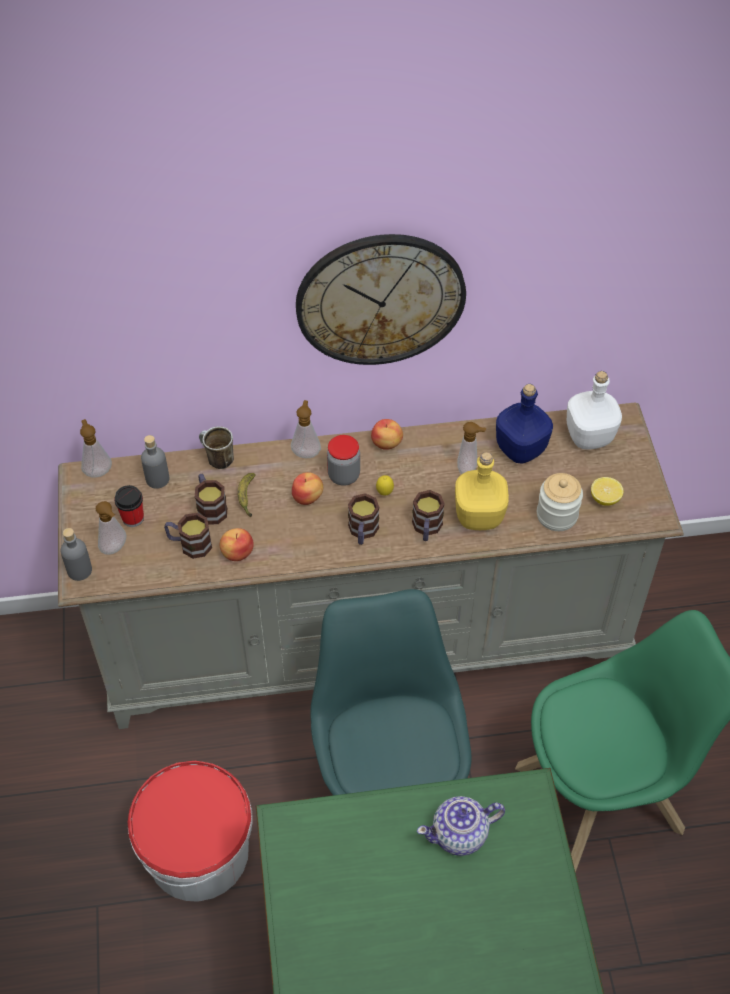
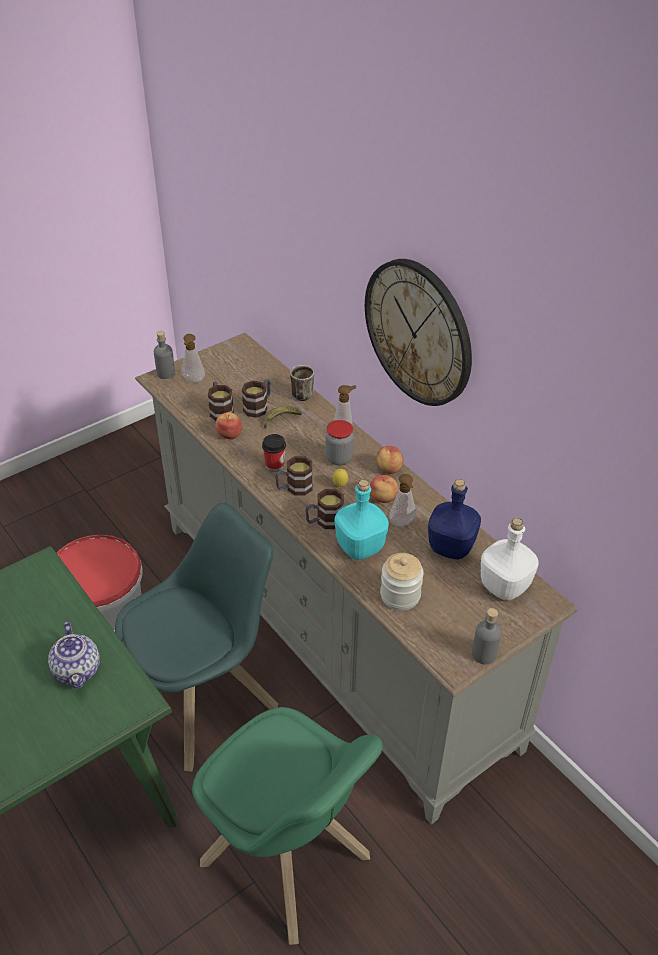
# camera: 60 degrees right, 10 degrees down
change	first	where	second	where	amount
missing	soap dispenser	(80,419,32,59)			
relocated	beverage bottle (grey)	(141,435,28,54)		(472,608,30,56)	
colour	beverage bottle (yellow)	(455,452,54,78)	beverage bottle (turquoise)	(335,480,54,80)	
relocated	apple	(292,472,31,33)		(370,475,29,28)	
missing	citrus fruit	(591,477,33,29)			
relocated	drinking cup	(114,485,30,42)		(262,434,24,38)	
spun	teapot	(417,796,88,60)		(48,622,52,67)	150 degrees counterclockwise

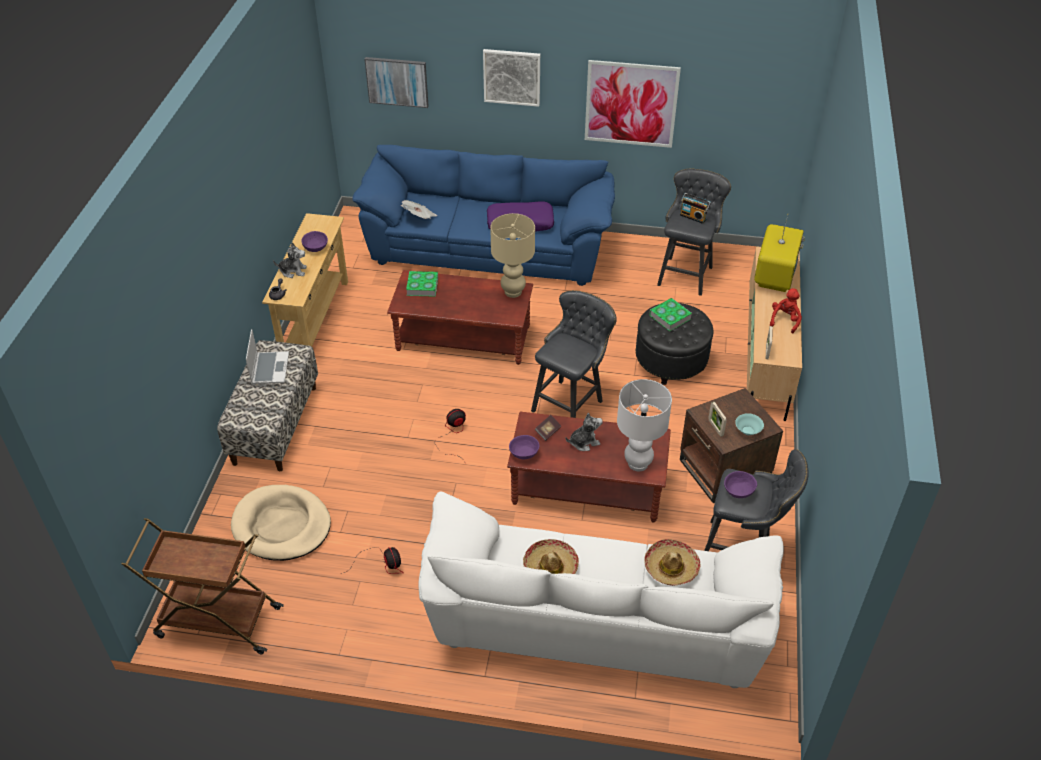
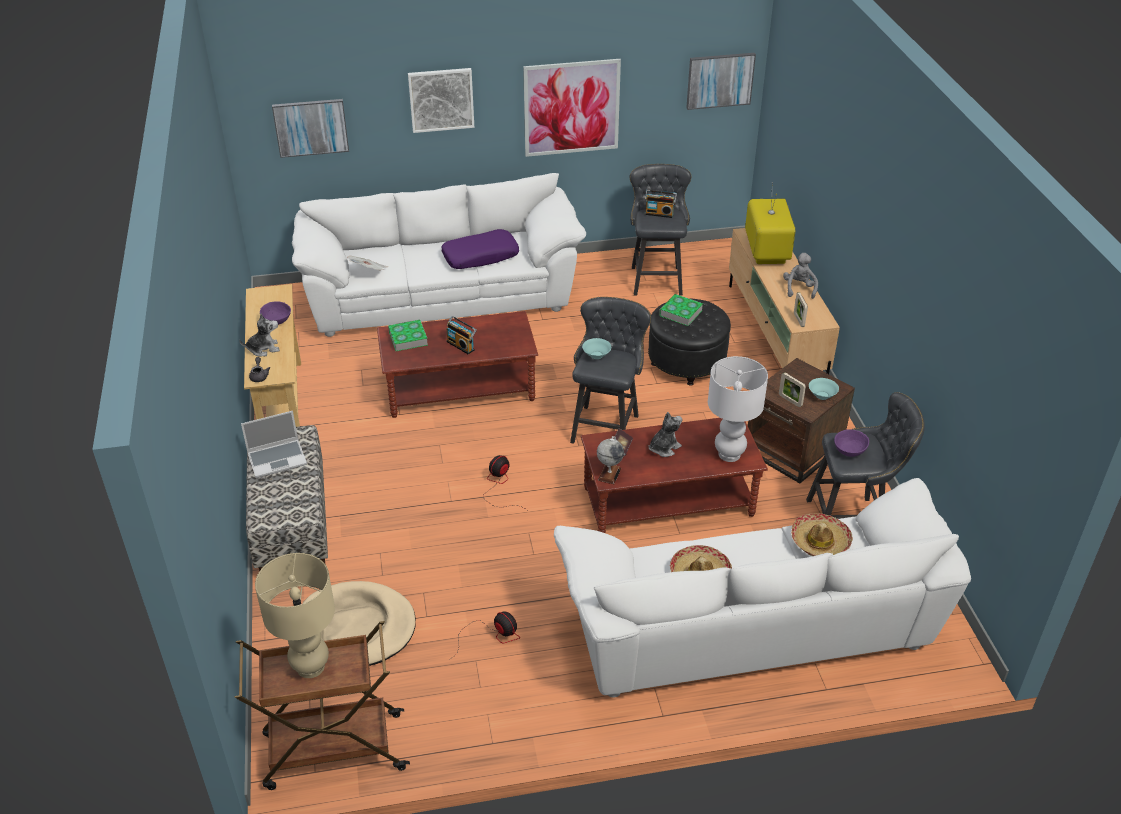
# camera: 20 degrees left, 5 degrees down
change	first	where	second	where	amount
colour	settee (blue)	(352,145,263,141)	settee (white-coloured)	(292,173,294,164)	
relocated	tabletop lamp (beige)	(490,213,45,85)		(255,553,80,125)	
colour	soft toy (red)	(770,288,32,45)	soft toy (grey)	(783,253,35,46)	
spun	laptop	(246,329,43,55)		(241,411,66,67)	90 degrees clockwise
exchanged	bowl (purplish)	(509,435,30,24)	world globe	(597,436,27,48)	
appeared			picture	(686,53,70,57)	
appeared			radio	(446,316,31,38)	
appeared			bowl (turquoise)	(582,338,29,21)	

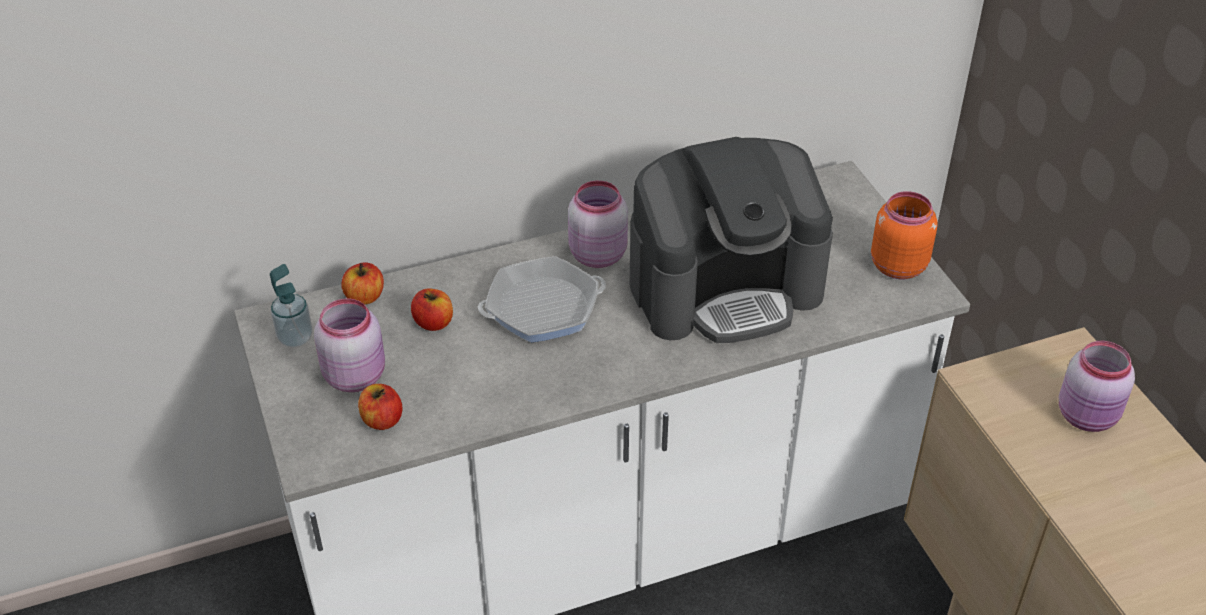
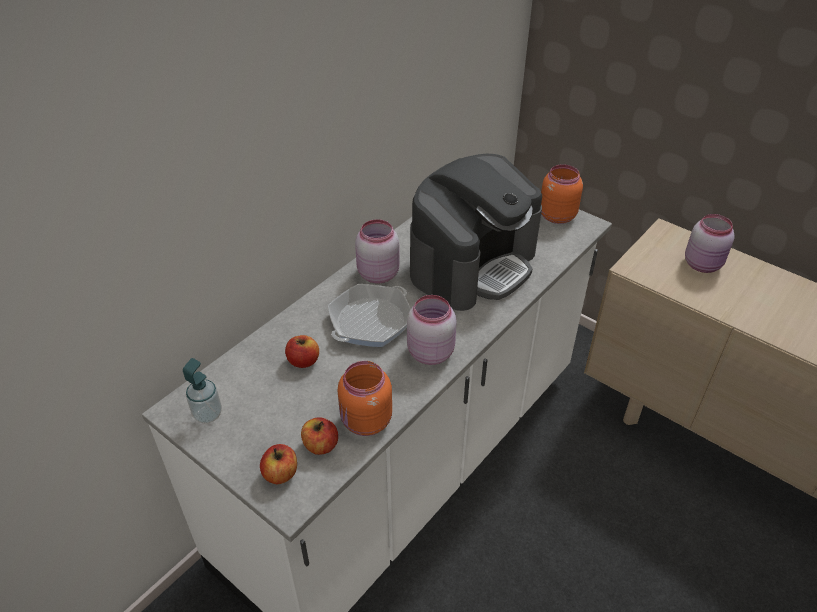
# camera: 30 degrees left, 0 degrees up
change	first	where	second	where	amount
relocated	apple	(342,262,42,43)		(260,444,37,40)	
relocated	storage jar (pink-coloured)	(314,298,71,94)		(407,295,50,70)	
appeared			storage jar (orange)	(338,361,54,75)	

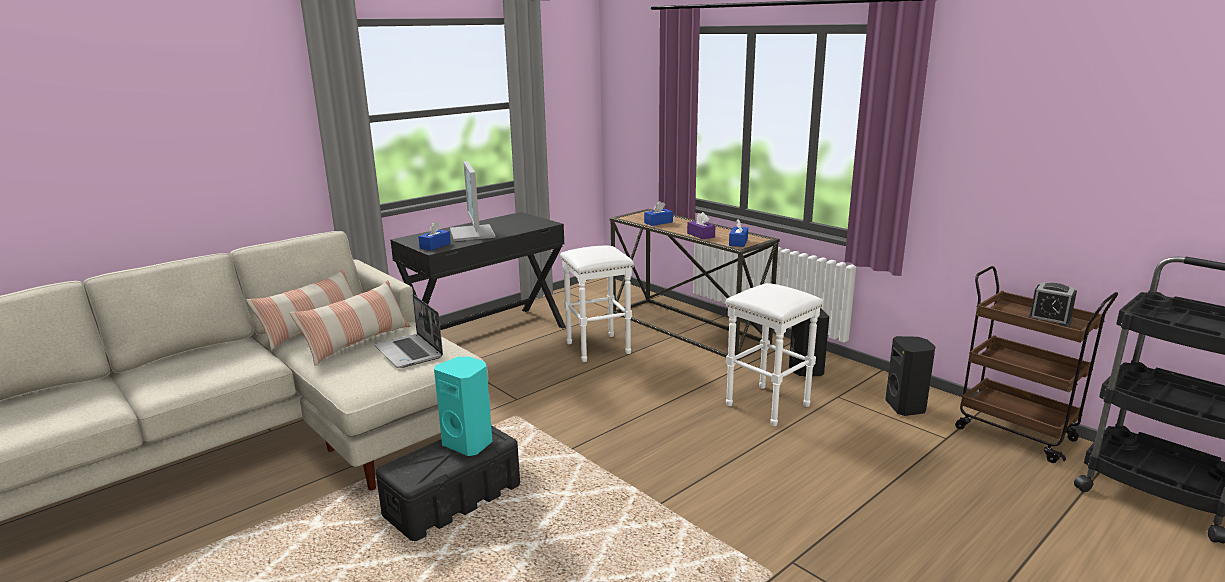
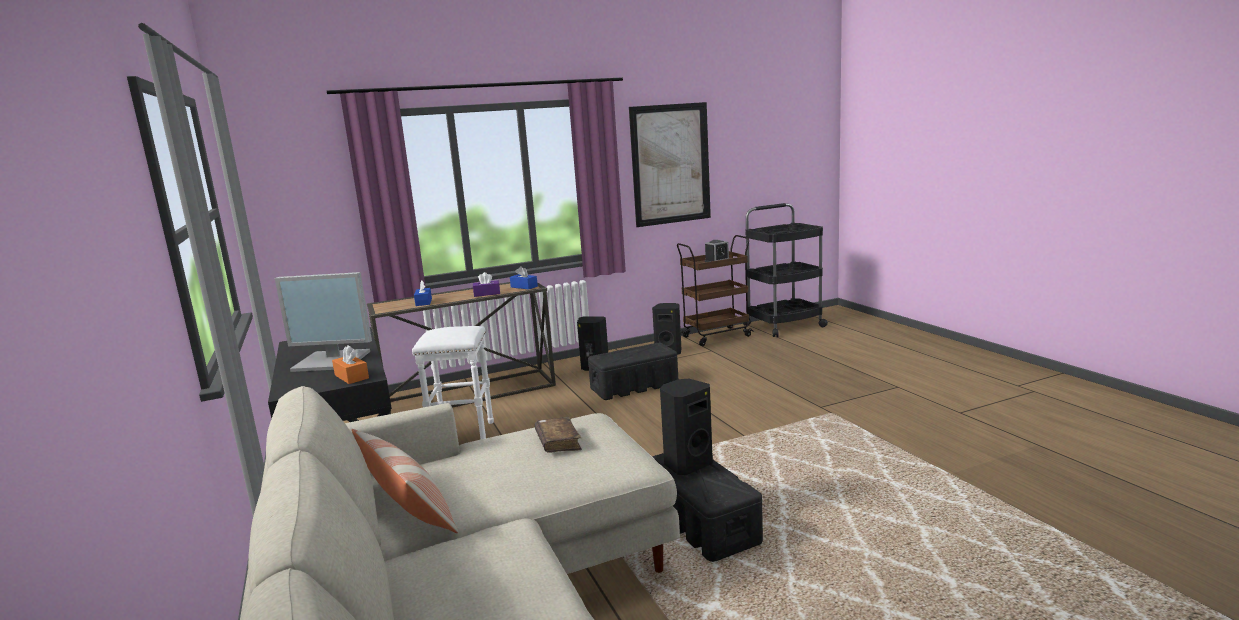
# camera: 70 degrees left, 5 degrees down
change	first	where	second	where	amount
colour	tissue holder (blue)	(418,222,33,28)	tissue holder (orange)	(332,345,37,39)	
missing	cushion	(289,280,122,86)			
exchanged	stool (white-coloured)	(726,283,97,143)	storage box (black)	(588,343,90,57)	
exchanged	laptop	(374,294,69,74)	bound book (brown)	(535,417,47,36)	
colour	audio speaker (turquoise)	(434,357,59,99)	audio speaker (black)	(660,379,53,96)	
appeared			picture	(629,102,82,125)	

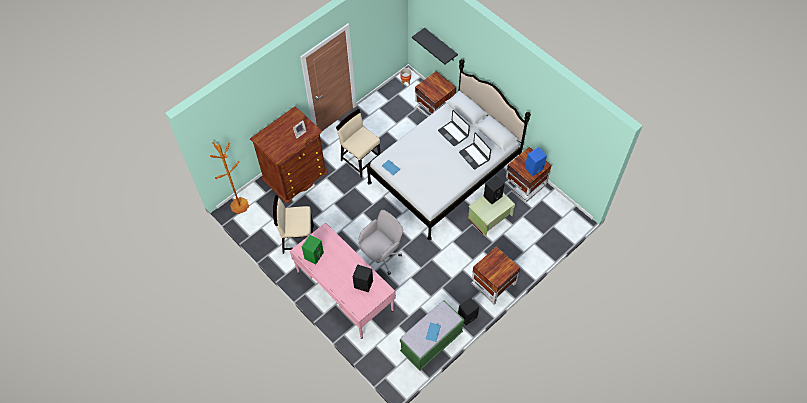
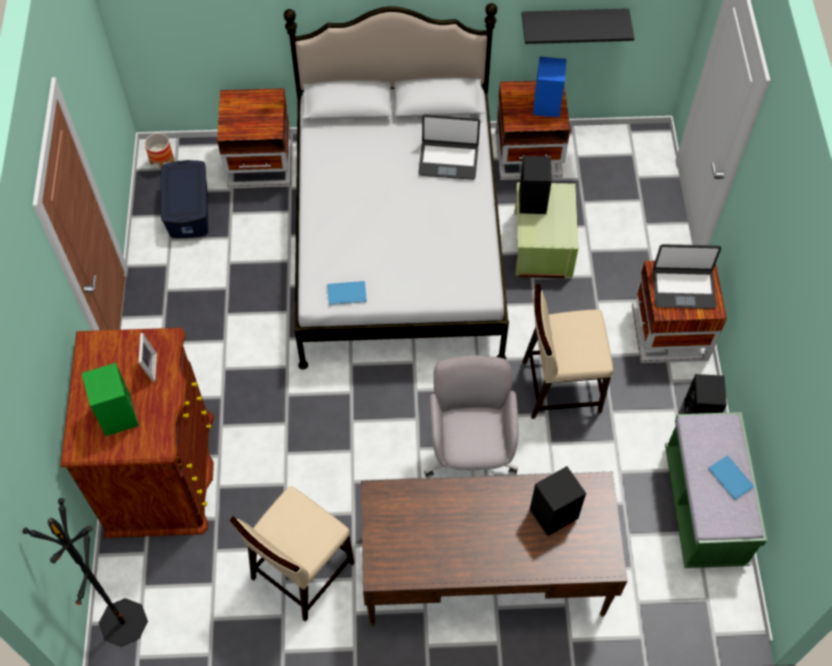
# camera: 50 degrees left, 0 degrees up
change	first	where	second	where	amount
relocated	shelf (black)	(412,28,46,36)		(522,8,112,36)	
relocated	plain chair (beige)	(336,109,45,69)		(523,284,91,135)	
relocated	laptop	(438,110,32,36)		(653,244,68,65)	
colour	garment stand (orange)	(210,142,39,72)	garment stand (black)	(23,498,125,149)	
colour	desk unit (pink-coloured)	(290,222,106,117)	desk unit (brown)	(361,472,266,154)	
relocated	audio speaker (greenish)	(302,235,22,30)		(82,363,57,73)	
appeared			storage box (blue)	(160,160,48,78)	

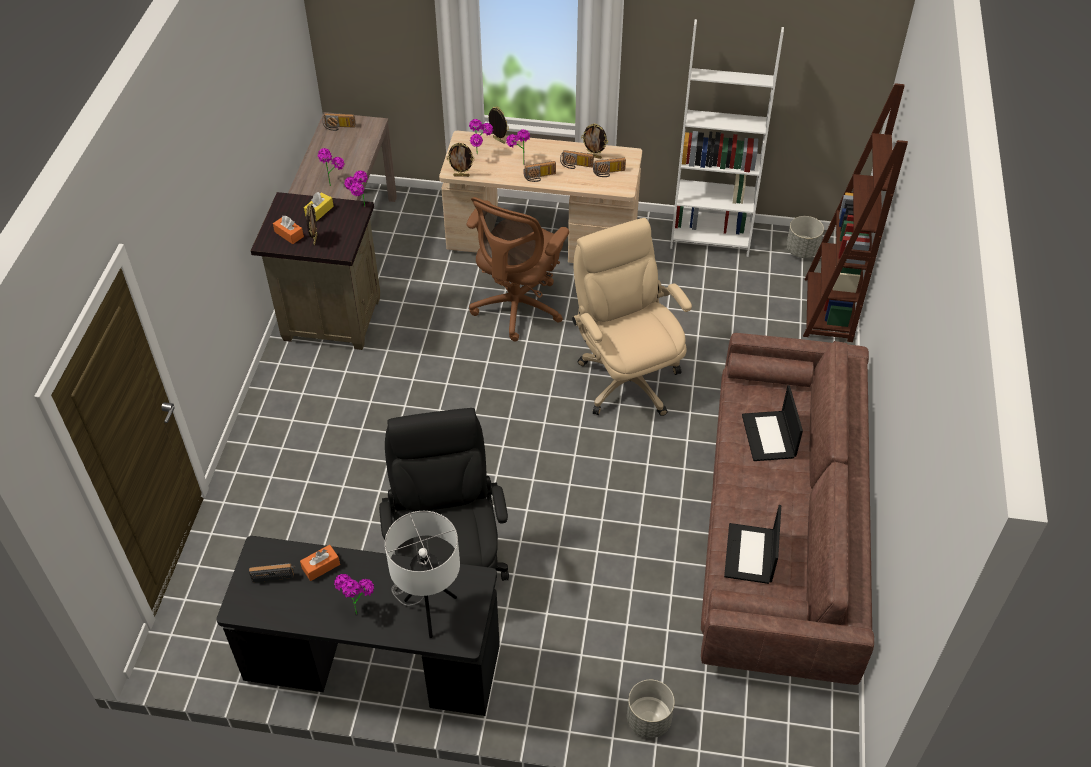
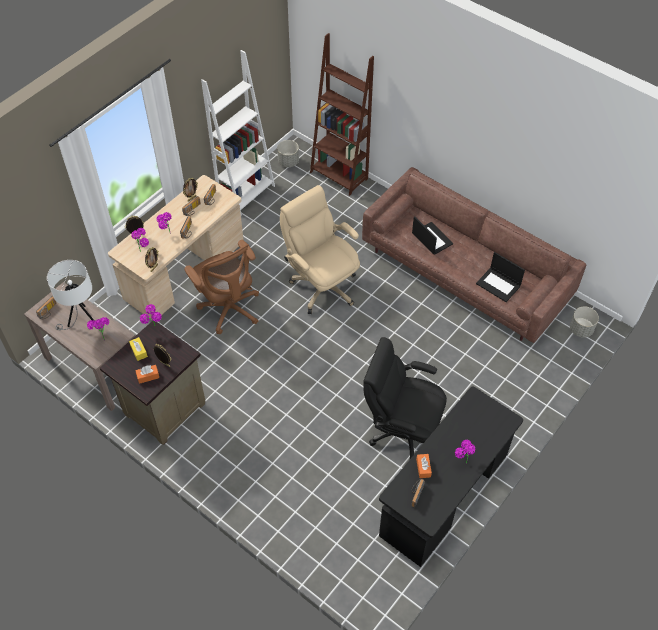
# camera: 60 degrees left, 5 degrees up
change	first	where	second	where	amount
spun	office chair (beige)	(572,218,120,198)		(280,185,80,129)	45 degrees clockwise
spun	laptop	(742,385,61,76)		(412,216,41,39)	150 degrees counterclockwise
relocated	tabletop lamp (white-coloured)	(385,511,75,127)		(47,260,47,70)	
relocated	planter (grey)	(627,680,48,58)		(570,306,29,32)	

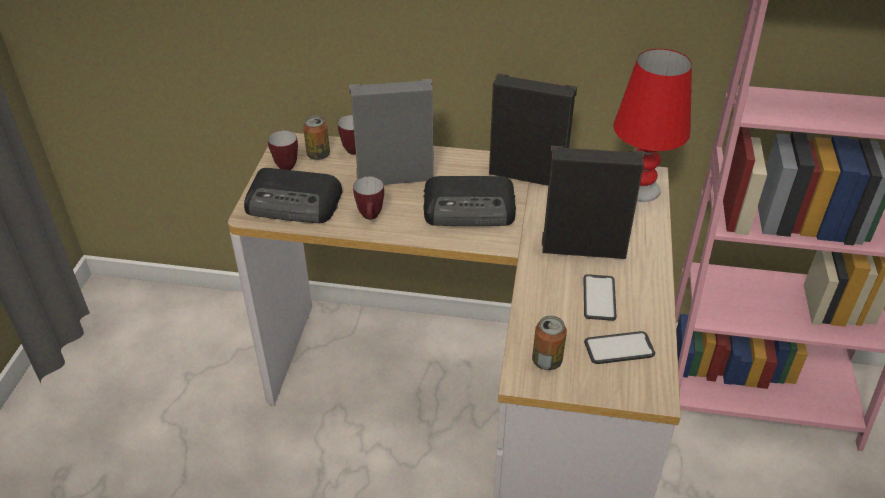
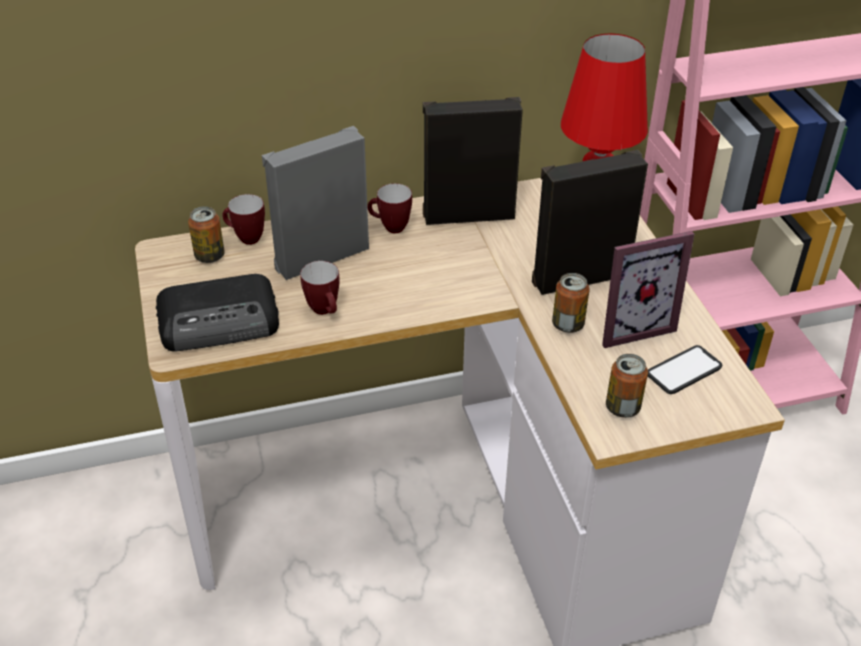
# camera: 25 degrees left, 0 degrees up
change	first	where	second	where	amount
relocated	tea mug	(268,130,30,40)		(368,183,44,50)	
missing	radio	(424,176,92,50)			
exchanged	handset	(584,274,32,47)	picture frame	(602,231,92,117)	
appeared			metal can	(552,273,38,60)	

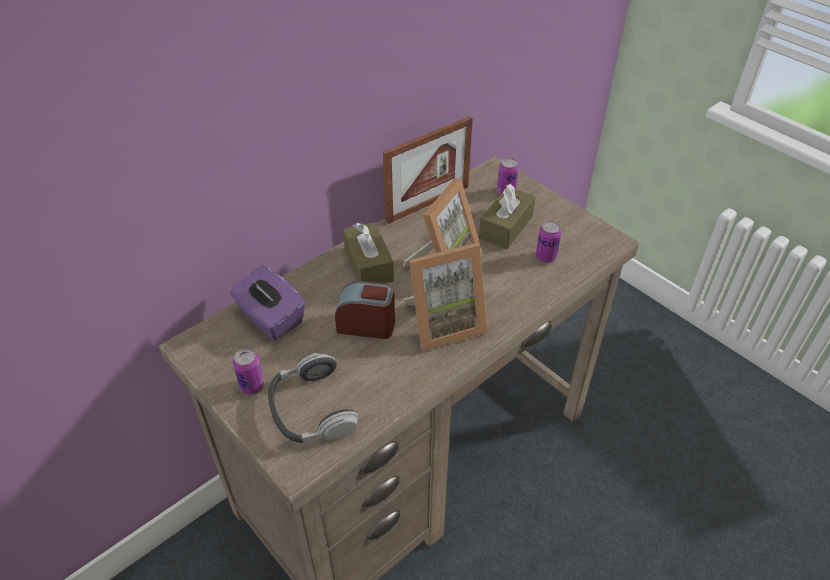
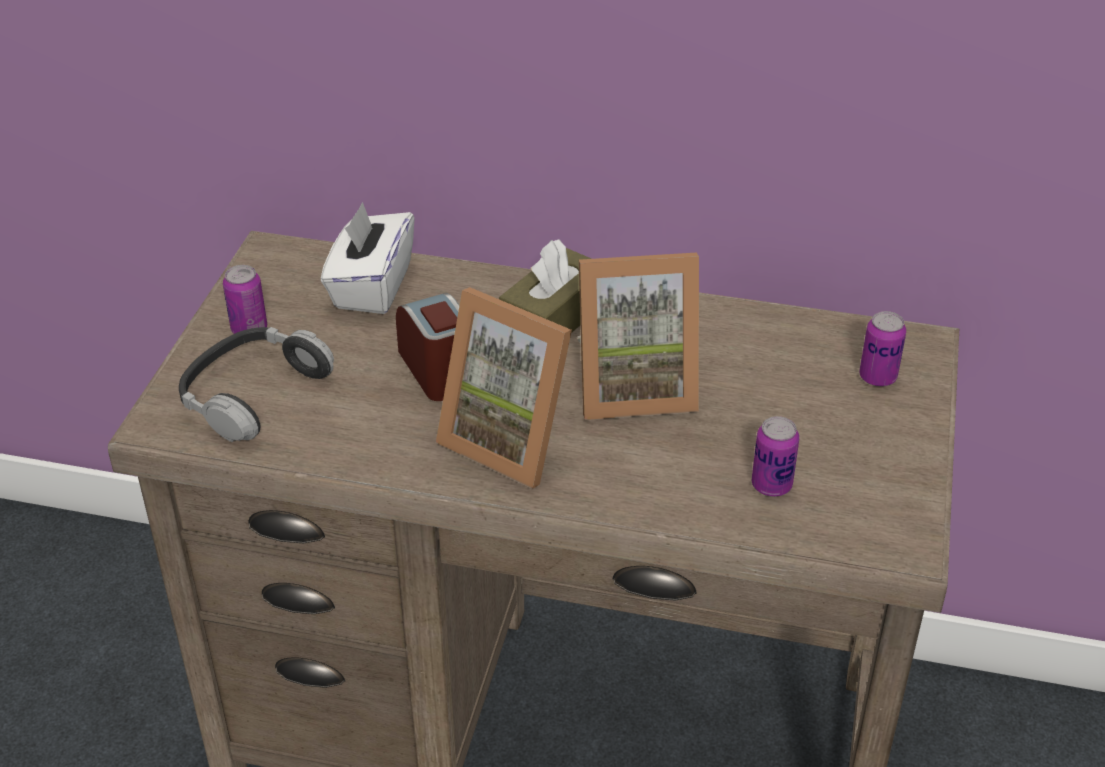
# camera: 55 degrees right, 5 degrees down
change	first	where	second	where	amount
missing	picture frame	(383,116,90,108)			
missing	tissue holder (brown)	(479,184,57,65)			
colour	tissue holder (purplish)	(230,265,75,75)	tissue holder (white-coloured)	(321,202,94,112)	

